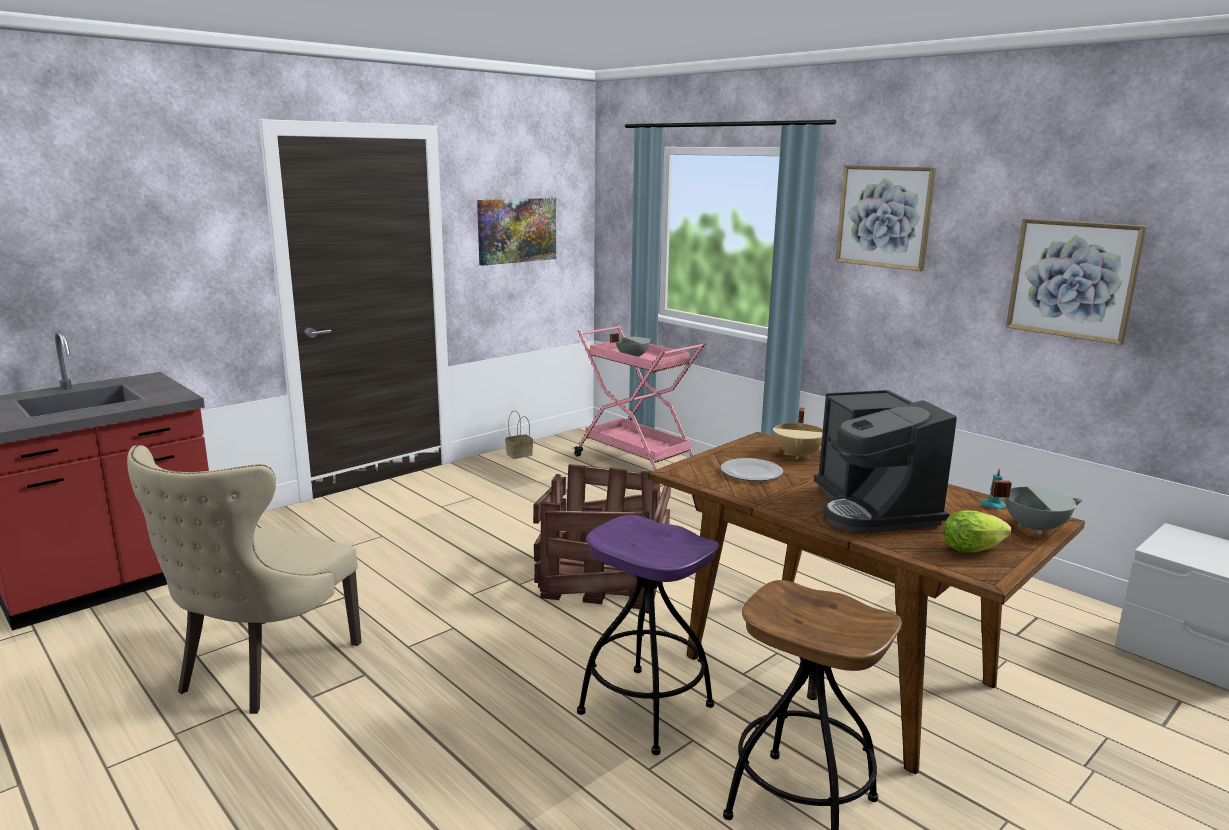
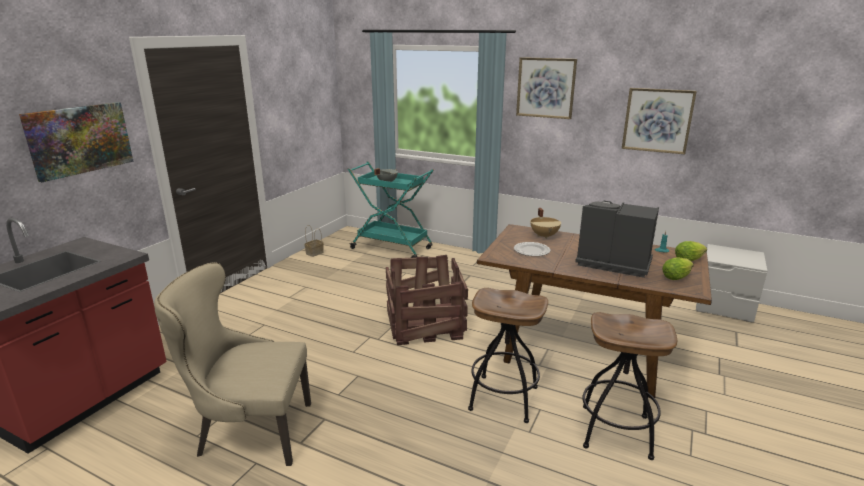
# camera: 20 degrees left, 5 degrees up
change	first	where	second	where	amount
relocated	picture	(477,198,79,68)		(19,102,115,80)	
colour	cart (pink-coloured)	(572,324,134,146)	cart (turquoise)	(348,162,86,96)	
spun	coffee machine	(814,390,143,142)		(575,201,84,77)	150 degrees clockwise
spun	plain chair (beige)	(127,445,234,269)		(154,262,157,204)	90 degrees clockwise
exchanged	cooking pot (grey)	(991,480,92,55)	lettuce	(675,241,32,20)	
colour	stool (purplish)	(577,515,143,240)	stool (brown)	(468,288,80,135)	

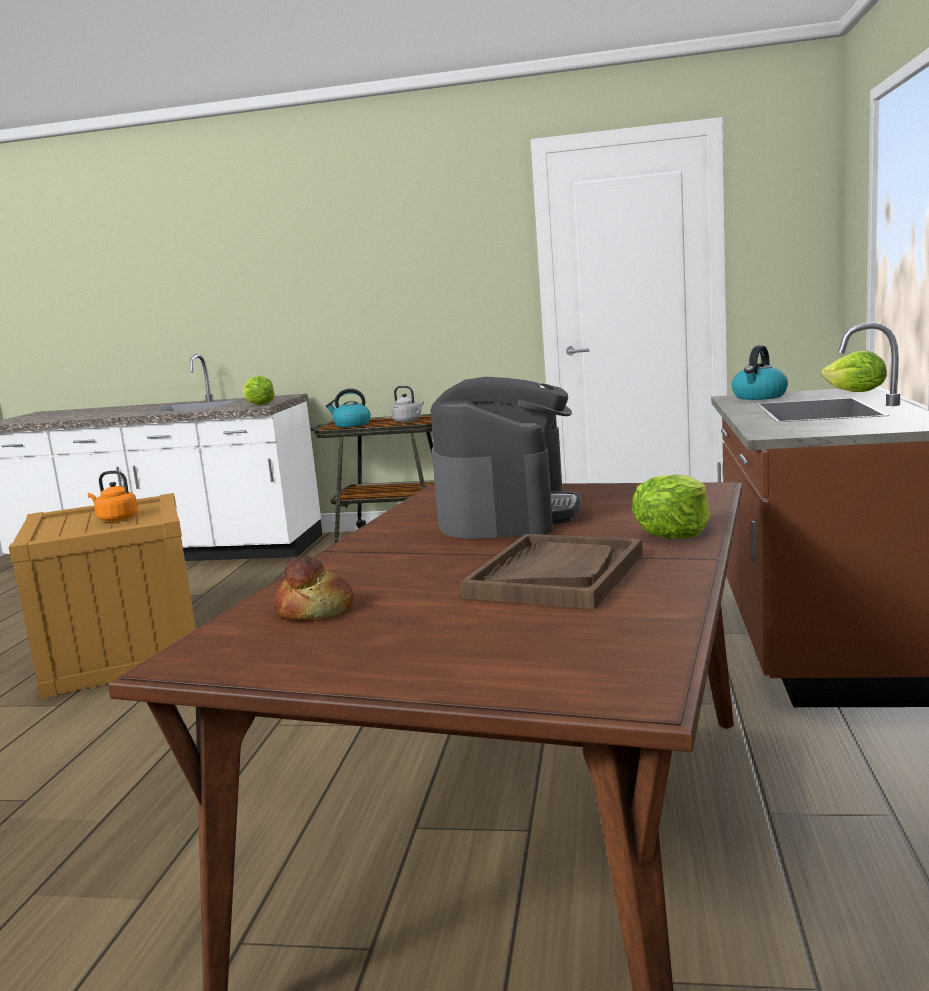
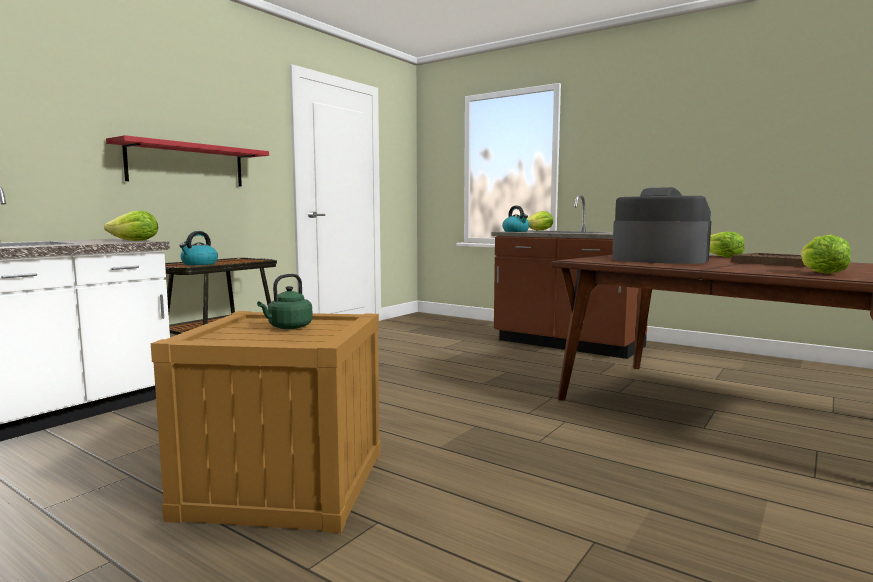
# camera: 65 degrees left, 5 degrees down
change	first	where	second	where	amount
missing	kettle (grey)	(391,386,33,37)			
colour	kettle (orange)	(88,471,50,51)	kettle (greenish)	(257,274,56,55)	
exchanged	bread	(274,555,80,65)	lettuce	(801,235,50,38)	
appeared			shelf (red)	(106,135,163,52)	

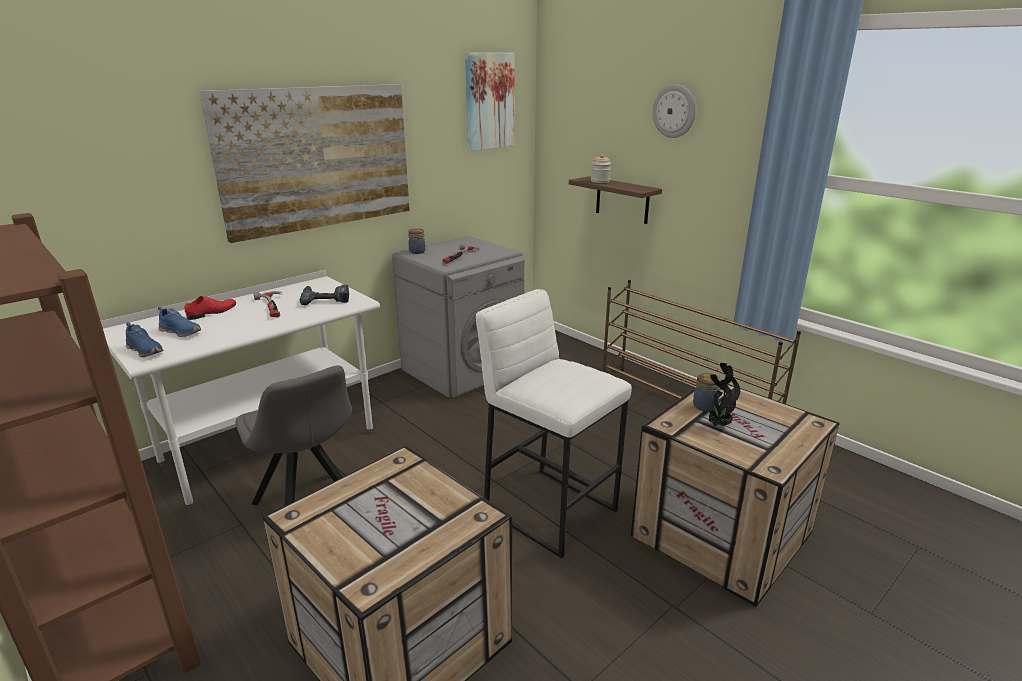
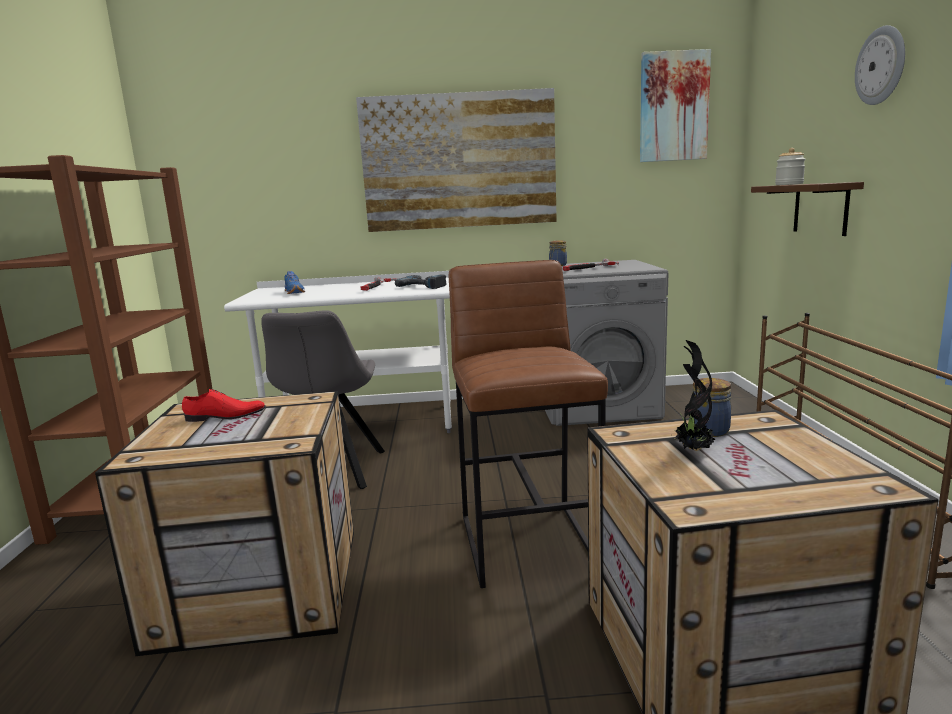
# camera: 40 degrees right, 10 degrees down
change	first	where	second	where	amount
colour	stool (white-coloured)	(476,289,156,270)	stool (brown)	(449,260,159,328)	
relocated	item of footwear (red)	(184,296,52,24)		(182,389,84,33)	
missing	item of footwear (blue)	(126,322,37,35)			

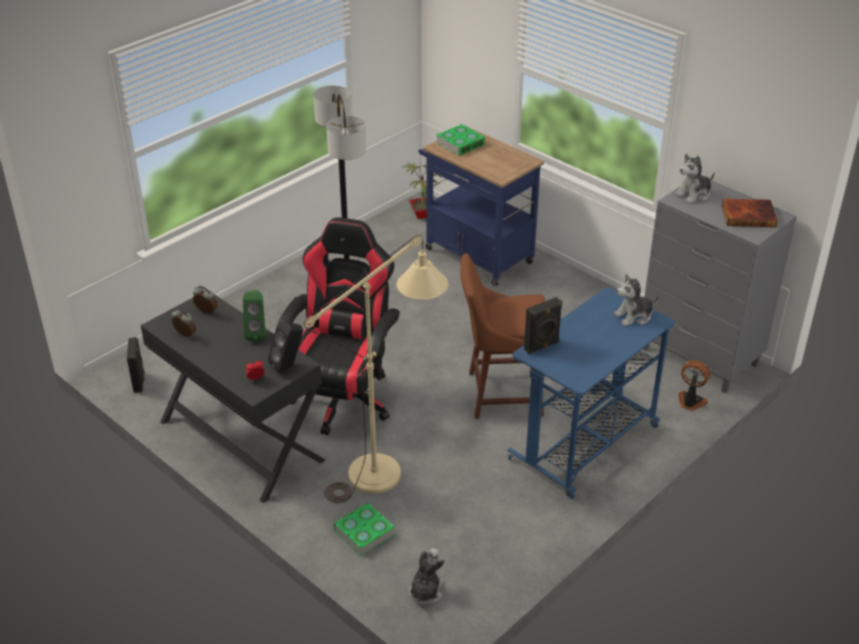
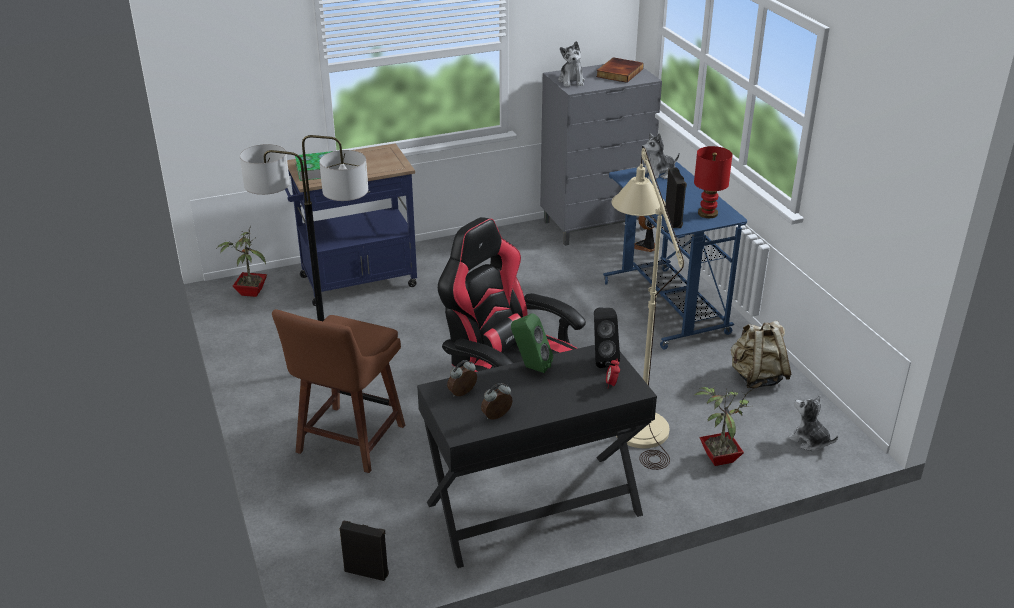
# camera: 65 degrees left, 5 degrees down
change	first	where	second	where	amount
relocated	stool (brown)	(461,254,84,165)		(272,309,133,164)	
spun	soft toy	(614,274,45,52)		(642,133,38,47)	60 degrees clockwise
exchanged	bound book	(334,503,61,53)	plant in a pot	(694,387,57,79)	
appeared			tabletop lamp (red)	(694,146,39,72)	
appeared			rucksack (beige)	(731,321,60,68)	

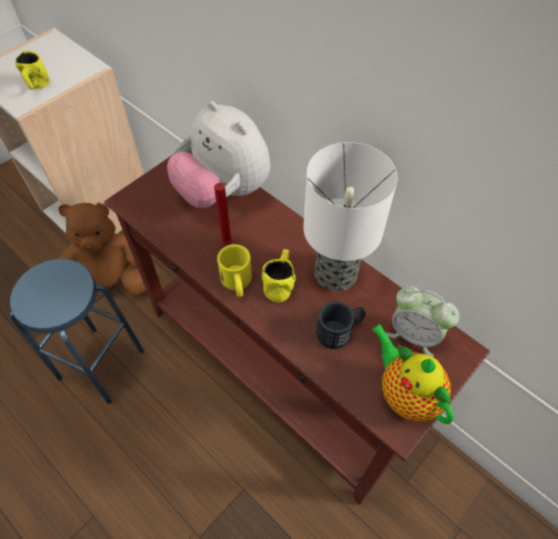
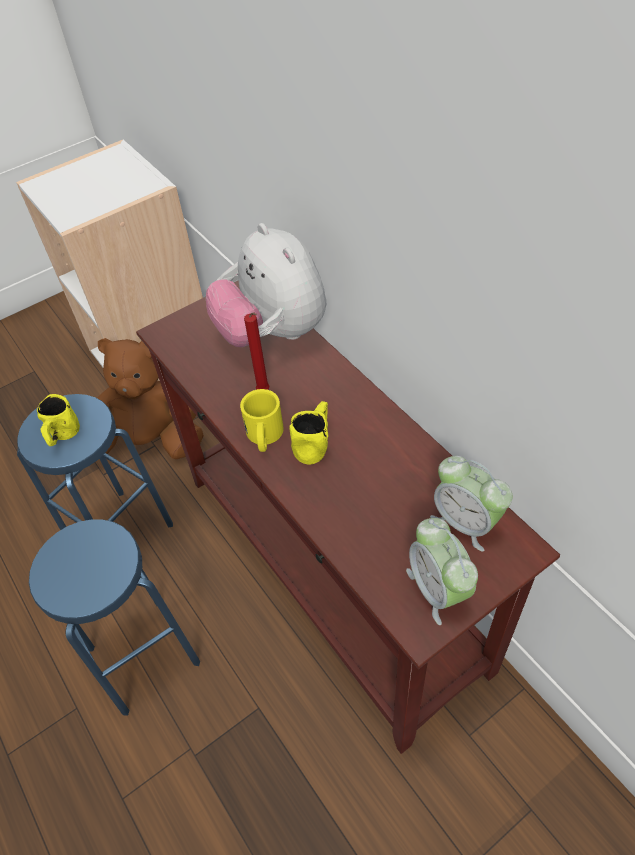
# camera: 15 degrees right, 5 degrees down
change	first	where	second	where	amount
relocated	tea mug (yellow)	(15,50,35,39)		(37,394,43,52)	
missing	tabletop lamp	(303,142,94,149)			
missing	tea mug (black)	(316,301,50,48)			
exchanged	teapot	(372,324,82,100)	alarm clock	(406,518,72,107)	
appeared			stool (blue)	(29,519,171,197)	

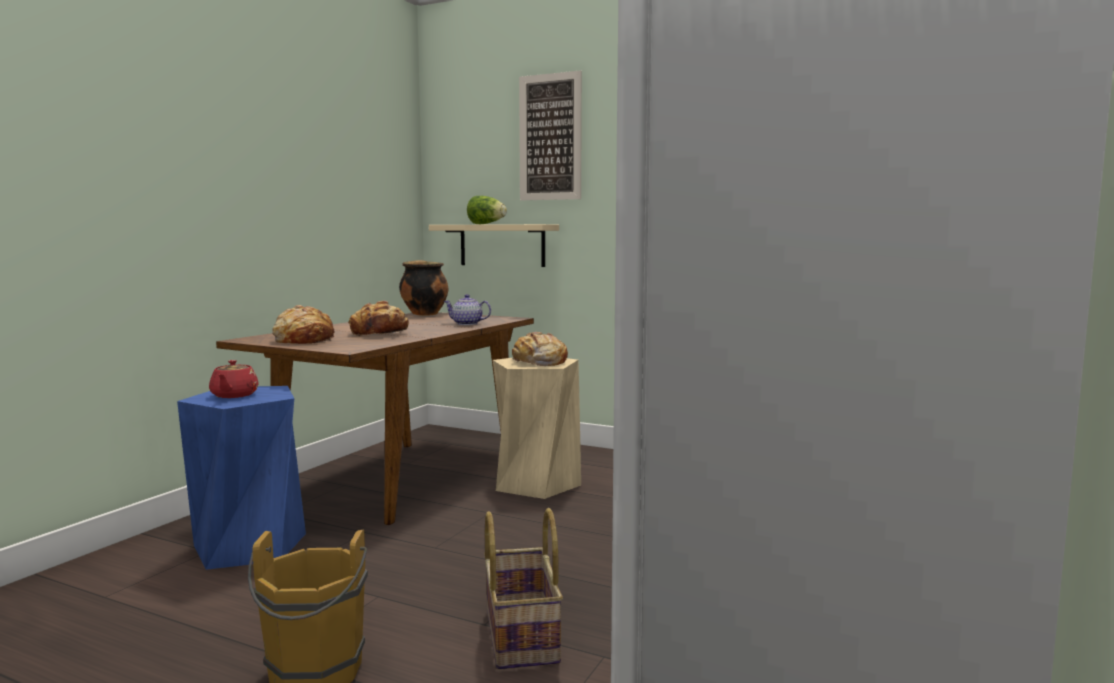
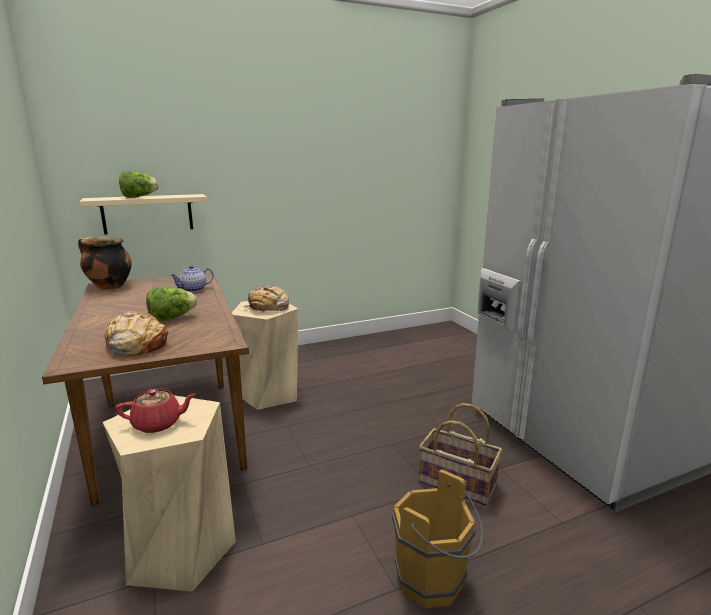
# camera: 50 degrees left, 10 degrees up
change	first	where	second	where	amount
missing	picture	(519,70,63,130)			
exchanged	bread	(348,301,61,35)	lettuce	(146,287,51,34)	
spun	teapot (red)	(209,360,50,38)		(115,389,81,44)	45 degrees counterclockwise
colour	stool (blue)	(177,386,129,184)	stool (beige)	(103,395,133,196)	

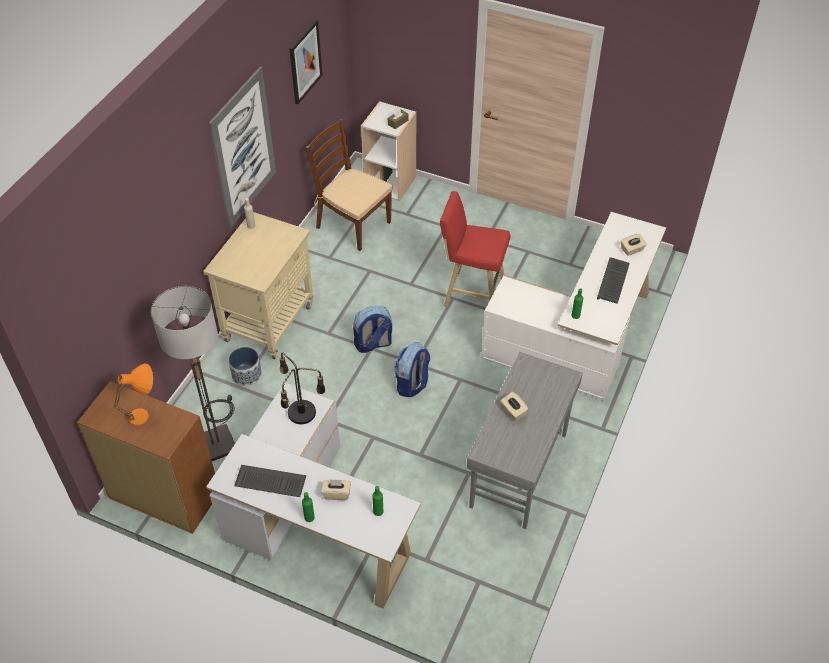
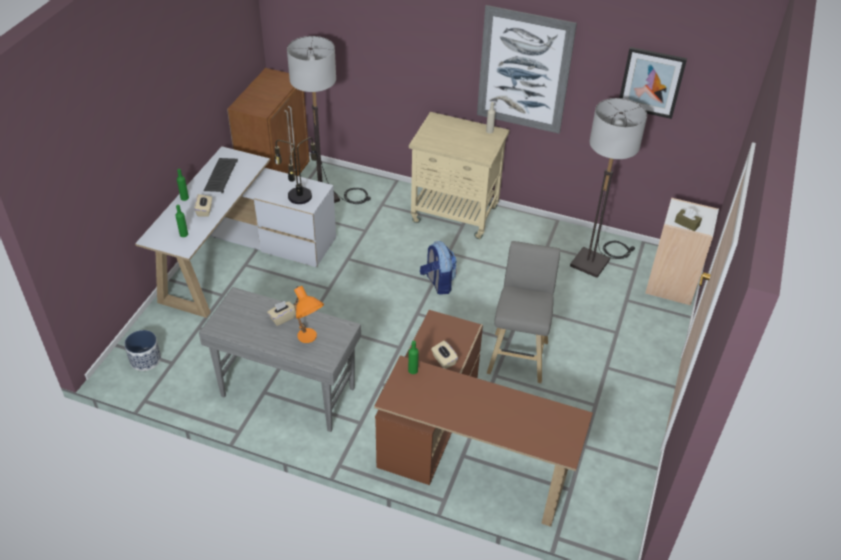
# camera: 85 degrees right, 5 degrees down
change	first	where	second	where	amount
exchanged	plain chair (brown)	(306,119,87,132)	floor lamp	(570,98,77,180)	
colour	stool (red)	(440,191,70,116)	stool (grey)	(487,241,73,142)	
colour	desk unit (white-coloured)	(481,212,185,188)	desk unit (brown)	(374,310,219,217)	
relocated	tissue holder (beige)	(621,234,26,22)		(431,340,27,29)	
missing	computer keyboard	(597,257,33,47)			
missing	rucksack	(394,342,36,55)			
relocated	planter	(229,347,33,39)		(124,330,37,41)	
relocated	tabletop lamp (orange)	(114,363,39,63)		(294,286,30,57)	

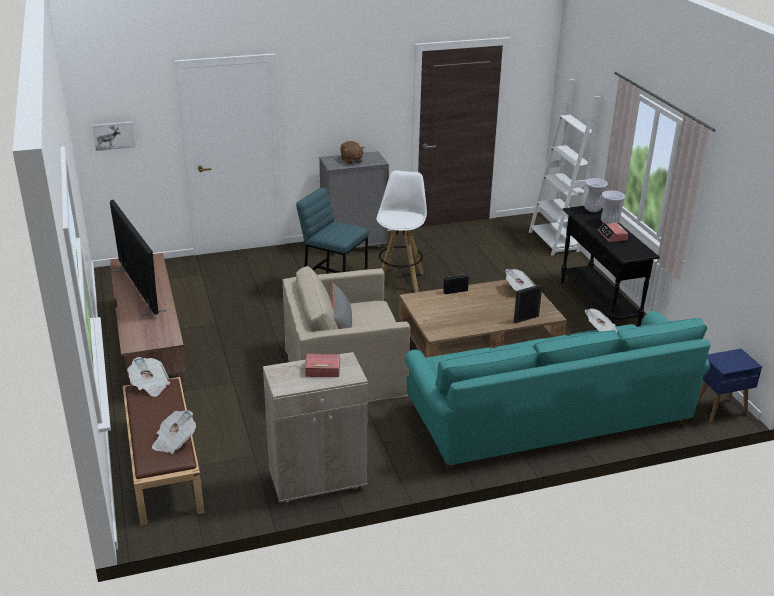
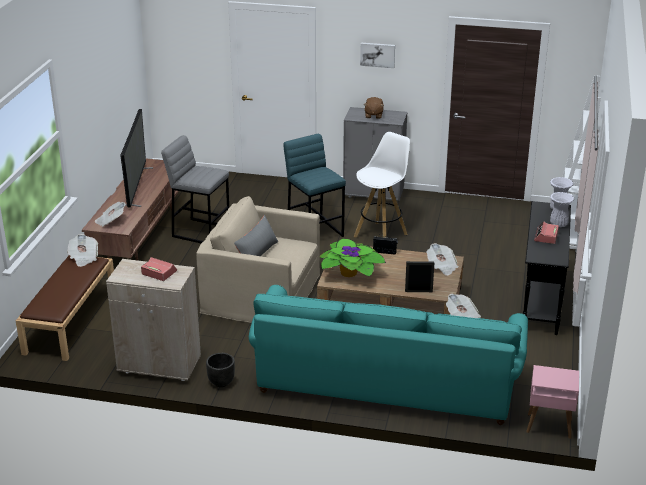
# camera: 30 degrees right, 0 degrees up
change	first	where	second	where	amount
relocated	picture	(92,121,44,30)		(360,43,35,25)	
colour	end table (blue)	(696,349,66,74)	end table (pink-coloured)	(526,365,53,74)	
relocated	printed paper	(152,410,44,44)		(95,202,31,25)	
appeared			stool (grey)	(161,135,68,108)	
appeared			plant in a pot	(319,239,67,38)	
appeared			planter (black)	(206,353,29,34)	

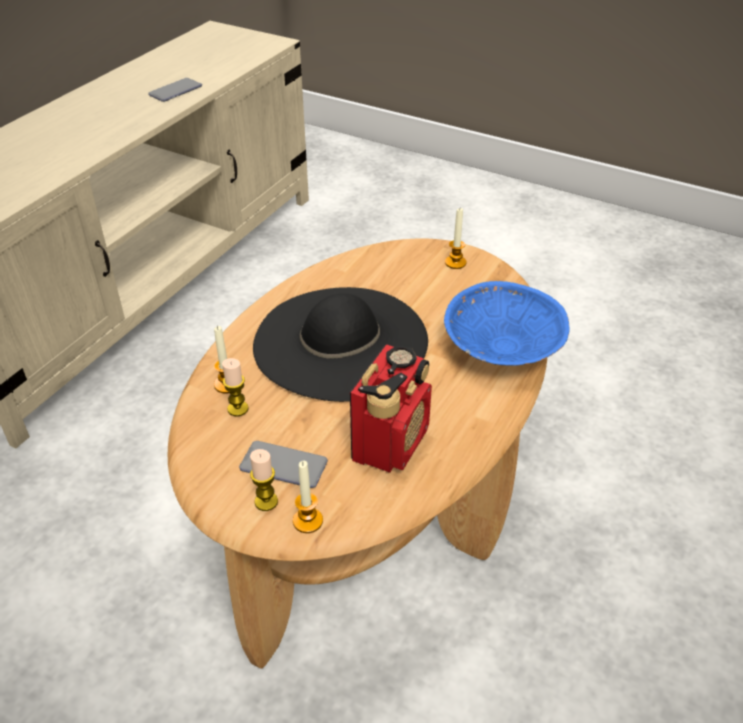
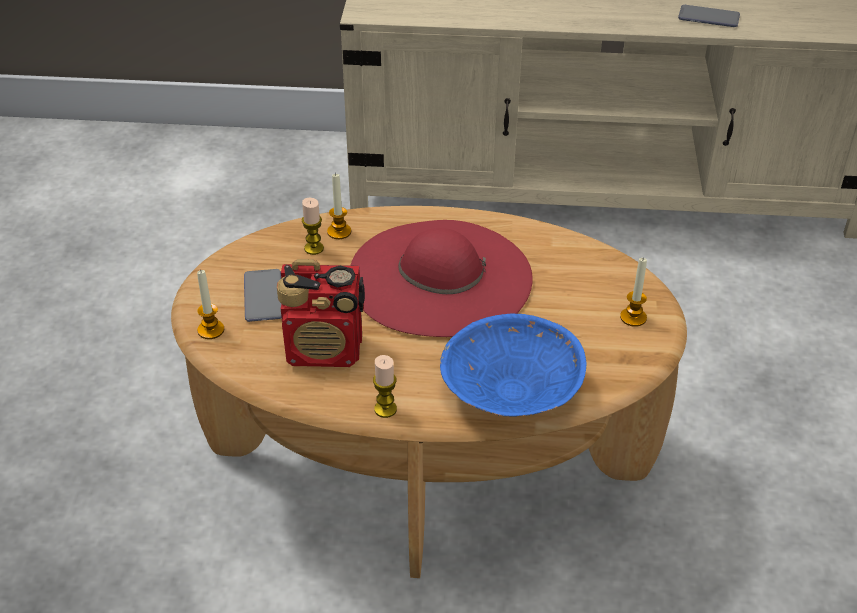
# camera: 65 degrees right, 0 degrees up
change	first	where	second	where	amount
colour	wearable hat (black)	(253,287,175,115)	wearable hat (red)	(350,220,183,117)	
relocated	wax light	(250,449,28,62)		(373,355,24,63)	

